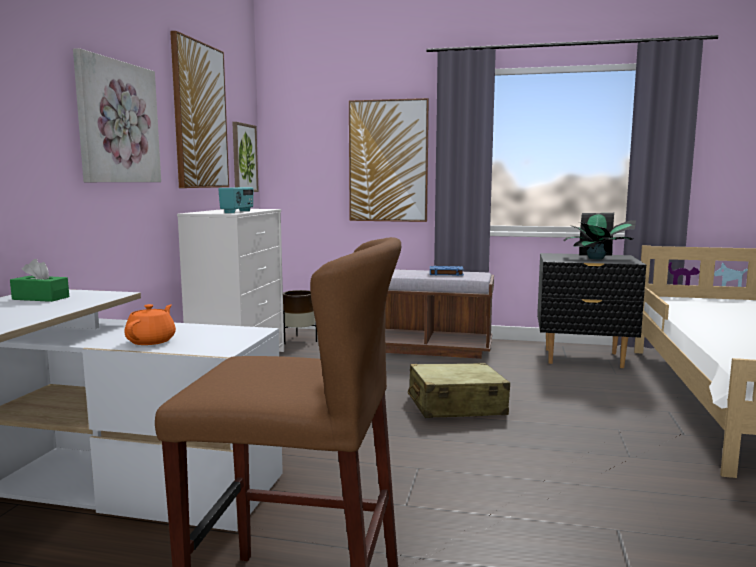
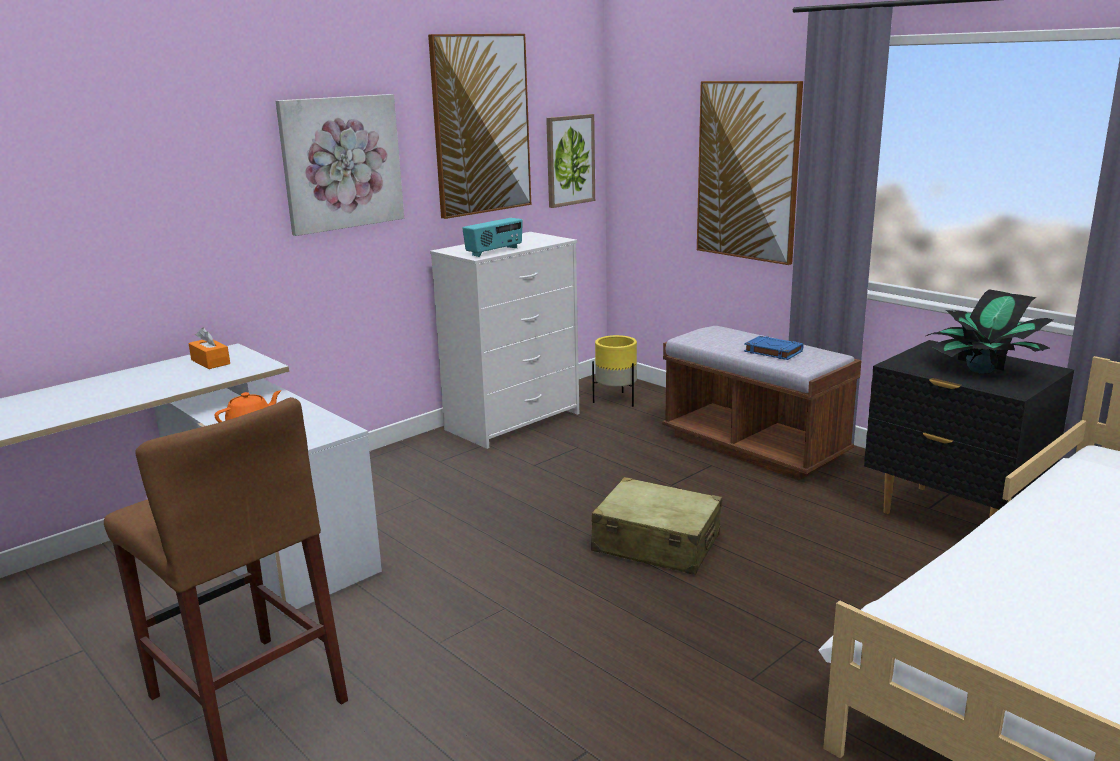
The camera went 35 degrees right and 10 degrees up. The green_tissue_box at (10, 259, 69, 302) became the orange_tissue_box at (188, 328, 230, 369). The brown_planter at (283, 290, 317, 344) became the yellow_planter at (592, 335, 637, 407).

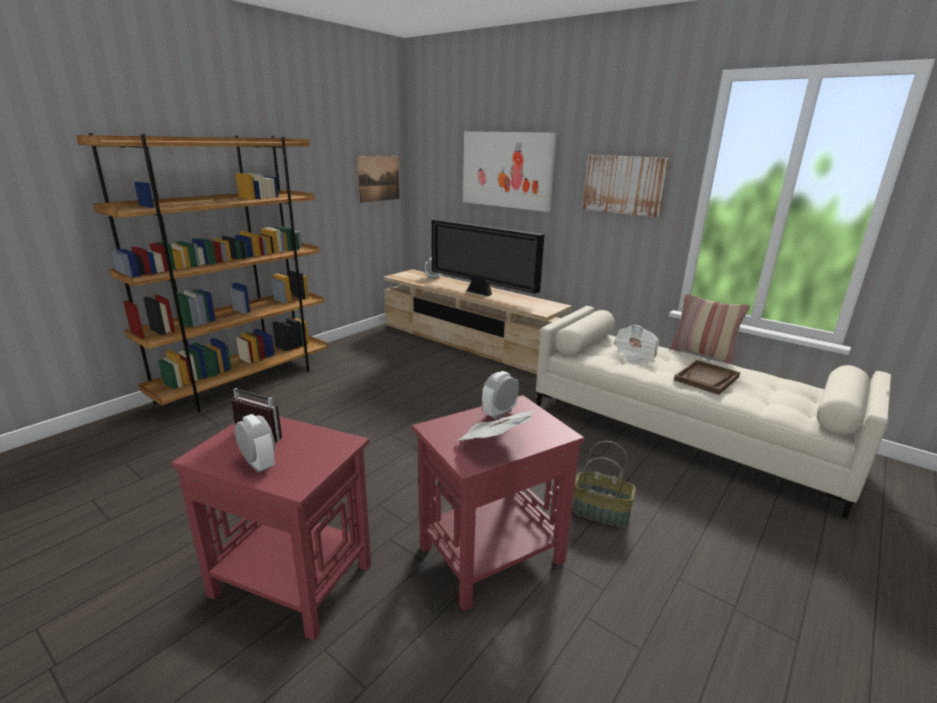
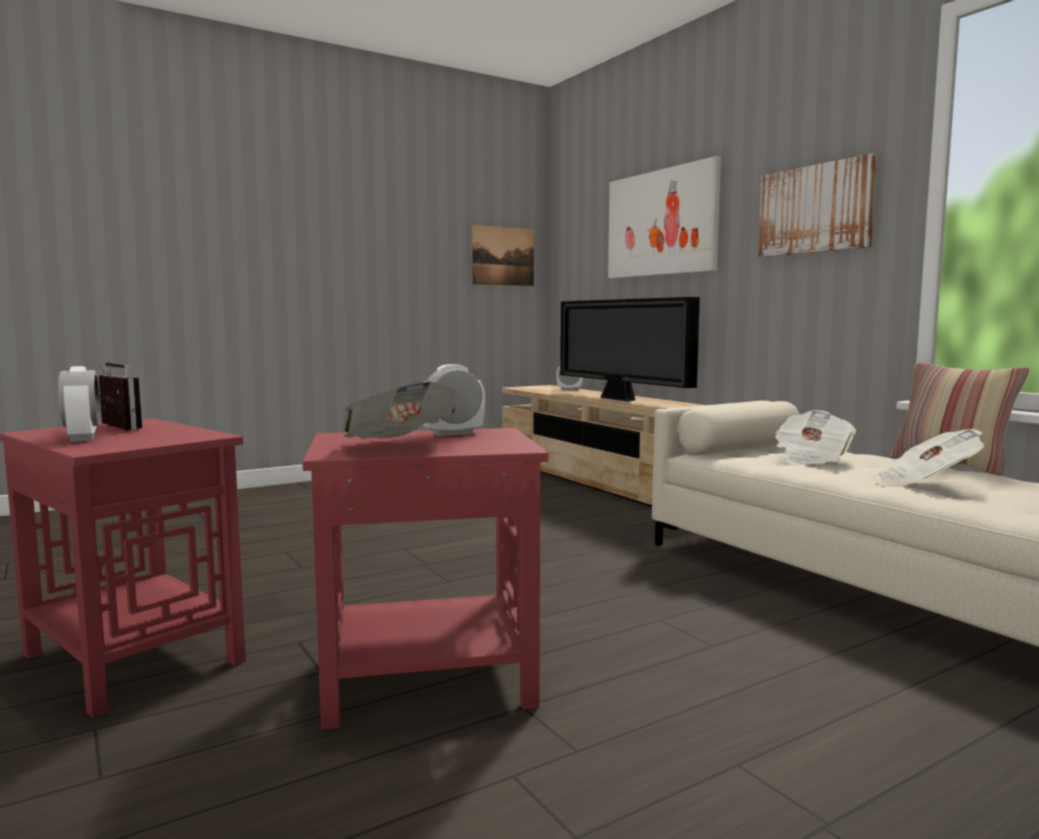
The camera went 20 degrees right and 15 degrees down. The brown_bookcase at (76, 133, 328, 412) disappeared. The brown_tray at (674, 360, 740, 395) was replaced by the newspaper at (874, 429, 984, 484). The basket at (572, 441, 636, 528) disappeared.

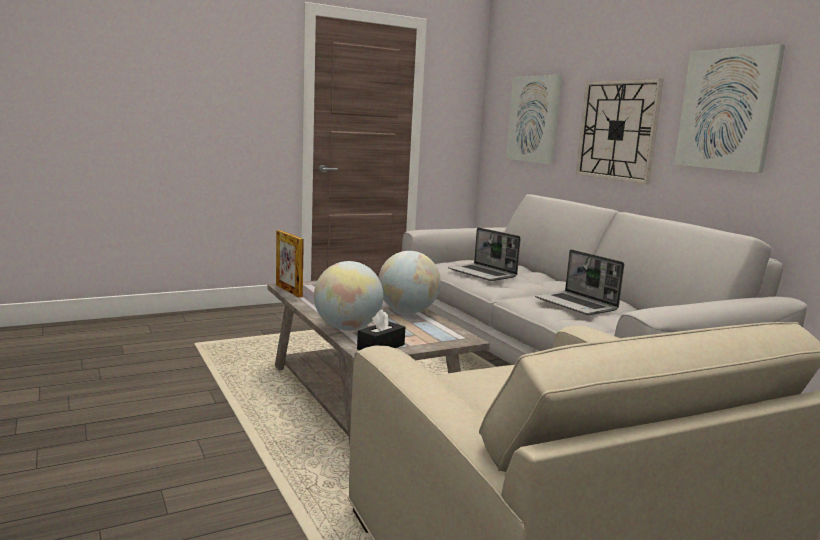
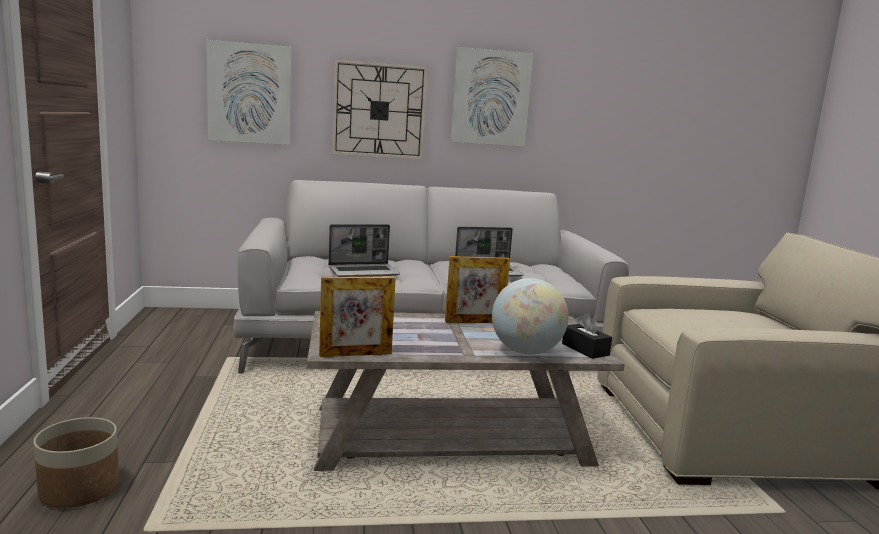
The camera went 70 degrees left and 0 degrees up. The globe at (378, 251, 441, 314) was replaced by the picture_frame at (445, 256, 510, 323). The planter at (33, 417, 119, 508) appeared.

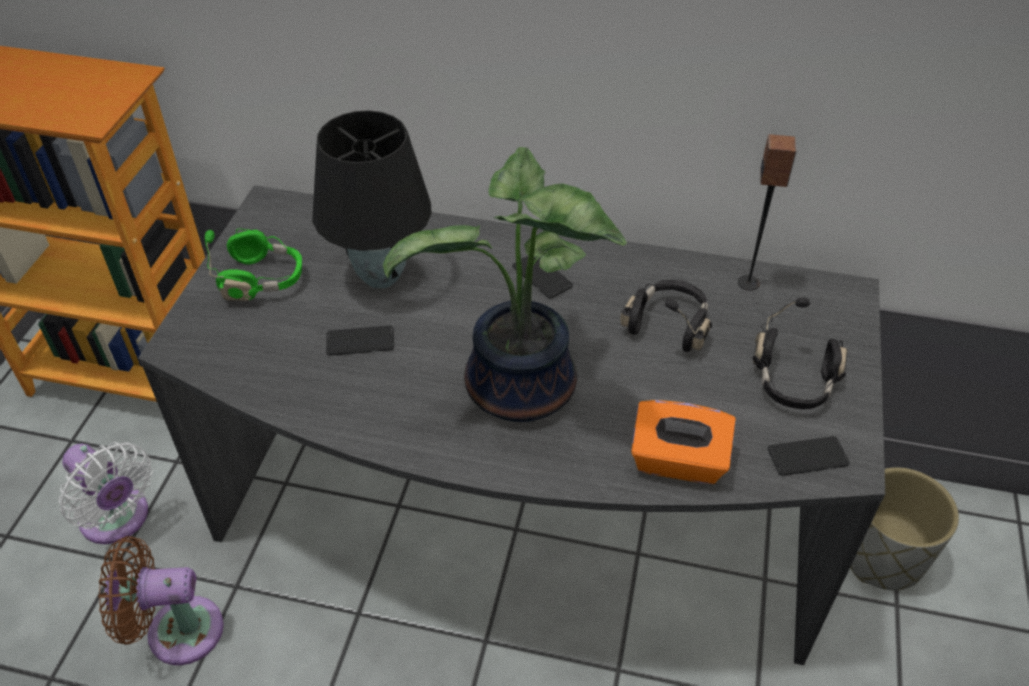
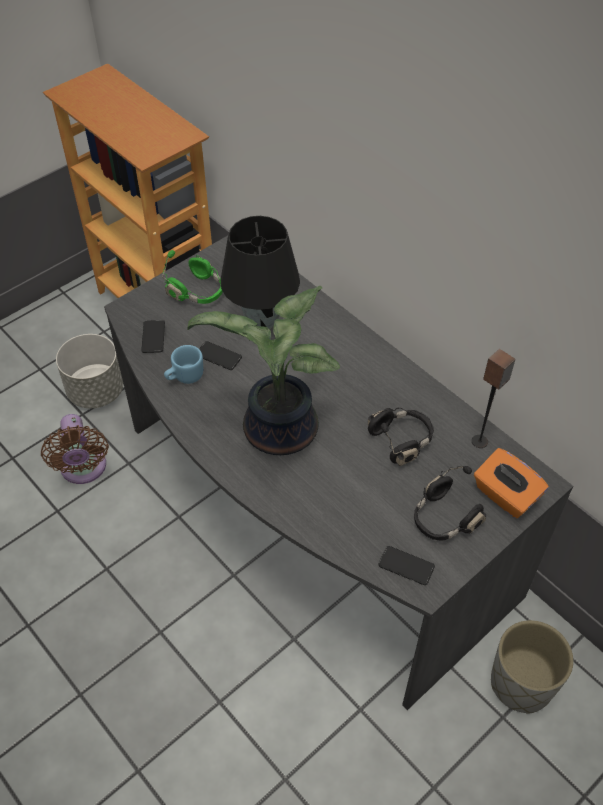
The camera went 35 degrees right and 5 degrees up. The phone moved from (512, 255, 573, 298) to (141, 320, 165, 353). The orange_tissue_box moved from (631, 400, 736, 484) to (474, 448, 549, 518). The white_fan at (59, 442, 153, 544) was replaced by the grey_planter at (56, 334, 124, 408). The brown_fan at (98, 536, 224, 665) turned 135 degrees counterclockwise. The blue_mug at (164, 345, 203, 384) appeared.

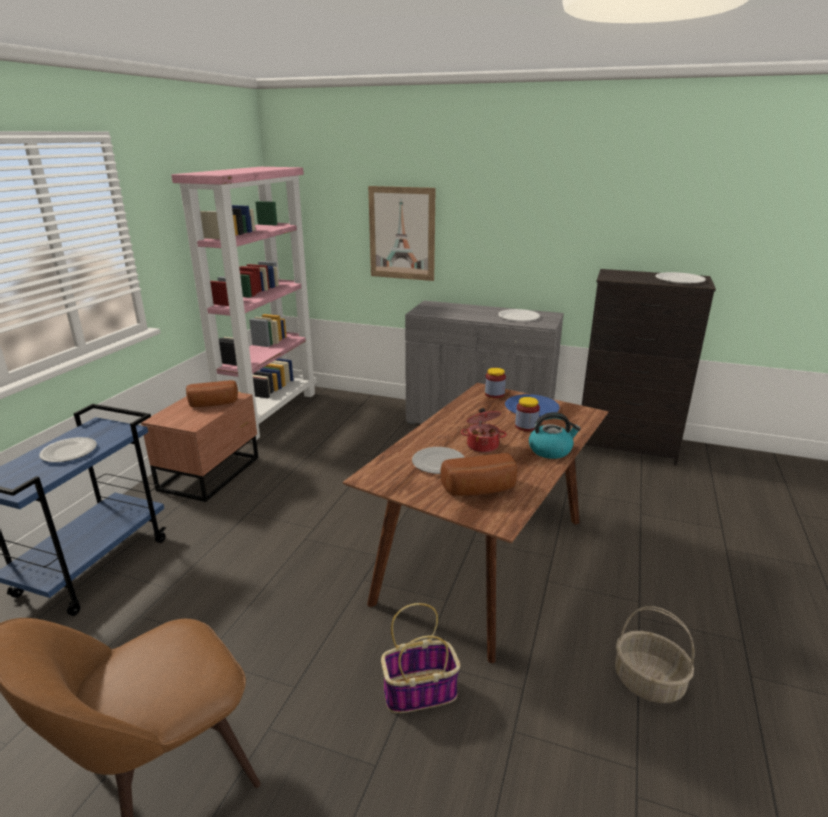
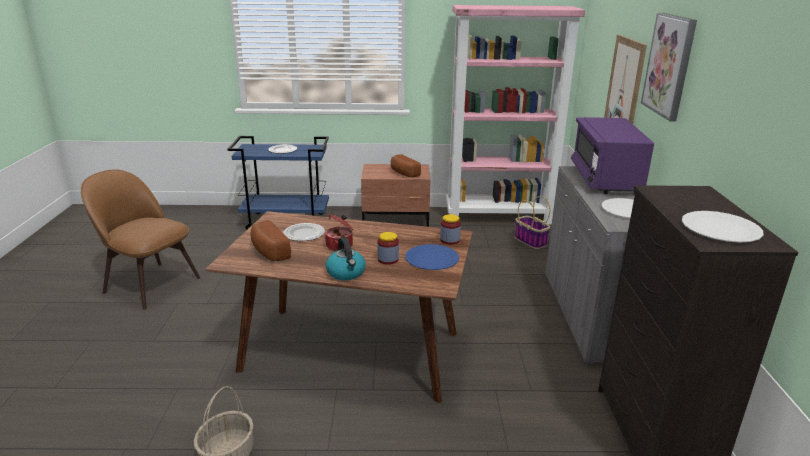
The camera went 70 degrees right and 0 degrees up. The basket moved from (381, 603, 461, 713) to (515, 196, 551, 249). The picture at (641, 13, 697, 121) appeared. The purple_microwave at (571, 117, 654, 195) appeared.

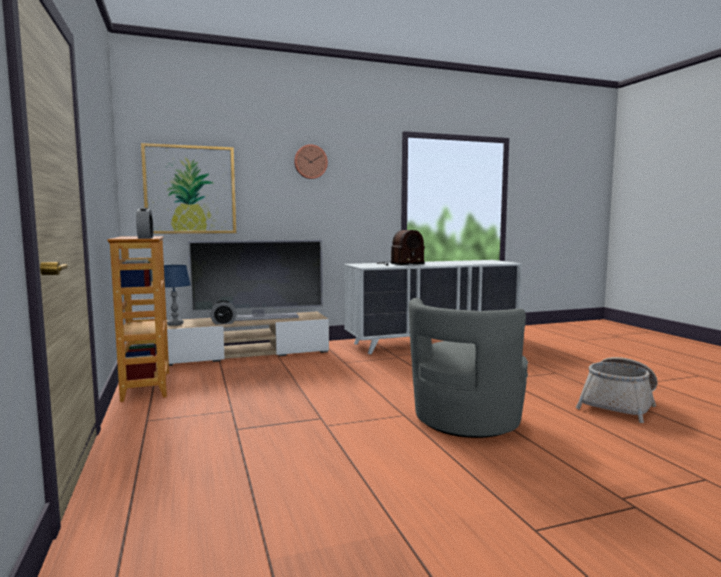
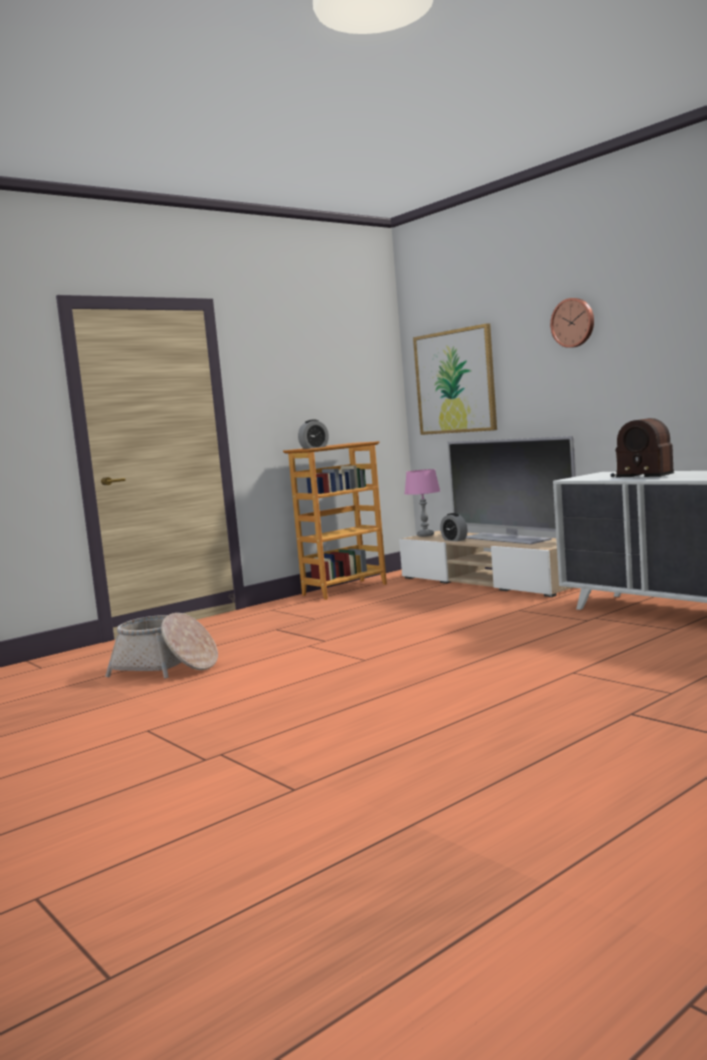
The camera went 70 degrees right and 0 degrees up. The blue_table_lamp at (164, 265, 191, 326) became the pink_table_lamp at (405, 469, 440, 537). The grey_armchair at (409, 298, 528, 438) disappeared. The basket moved from (576, 357, 658, 423) to (105, 613, 218, 679).

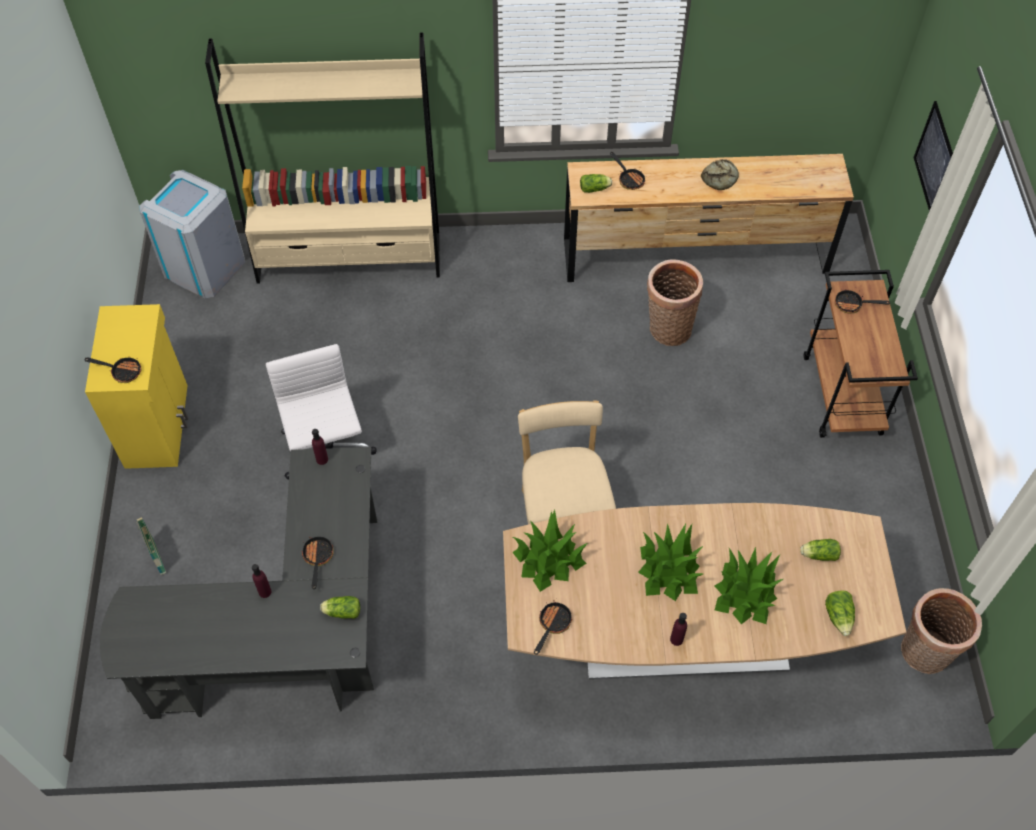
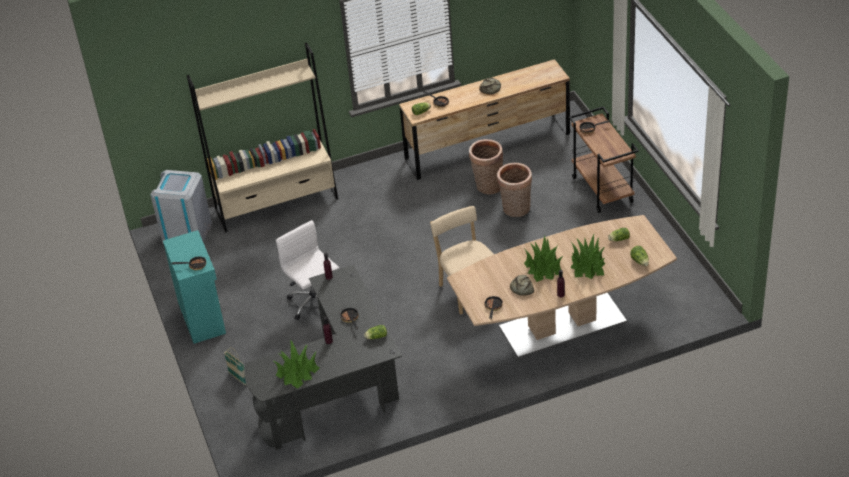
The camera went 15 degrees left and 15 degrees down. The picture at (913, 101, 953, 211) disappeared. The yellow_cabinet at (85, 304, 188, 469) became the turquoise_cabinet at (163, 230, 226, 344). The potted_plant moved from (512, 509, 588, 592) to (274, 341, 320, 389). The basket moved from (901, 588, 982, 674) to (497, 163, 532, 217). The bread at (510, 275, 534, 296) appeared.

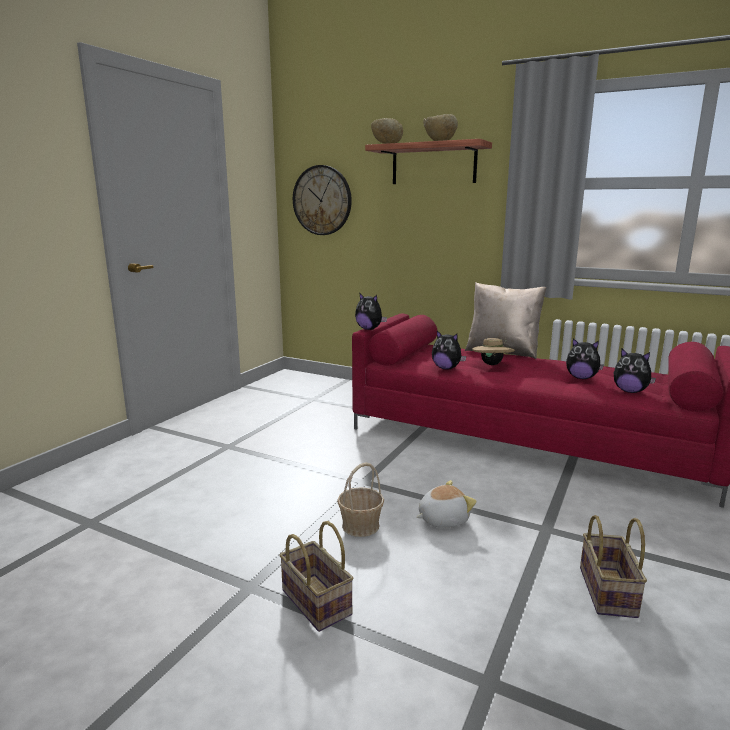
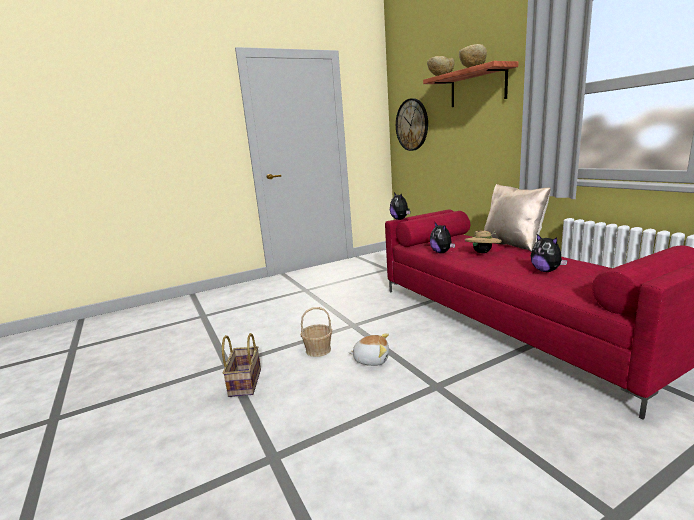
The camera went 35 degrees right and 0 degrees up. The plush_toy at (614, 349, 656, 393) disappeared. The basket at (580, 515, 647, 618) disappeared.

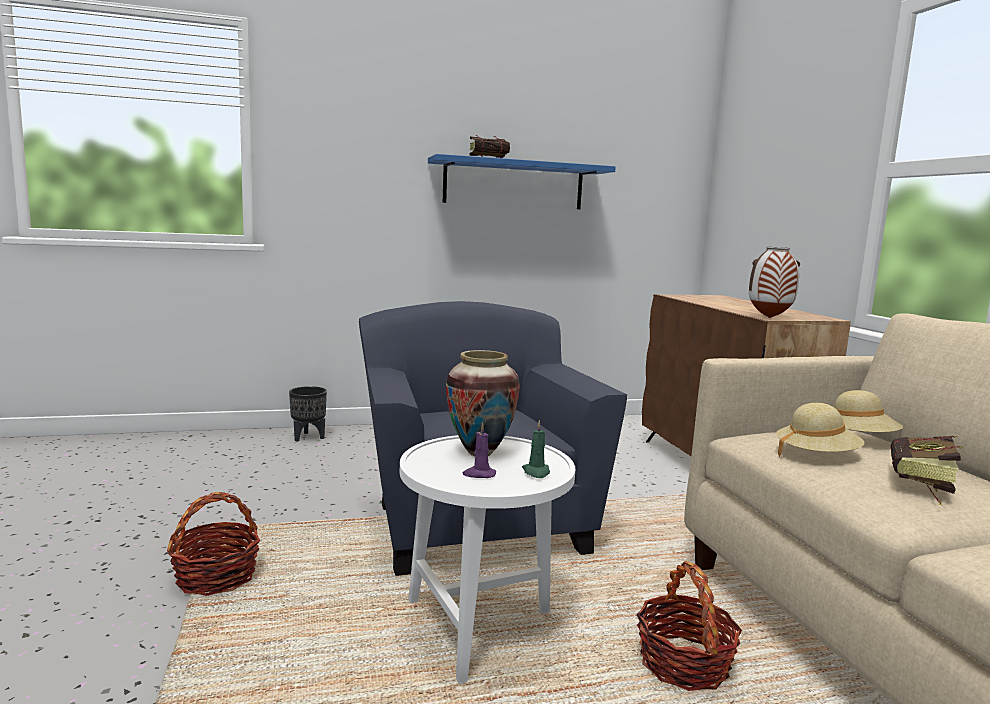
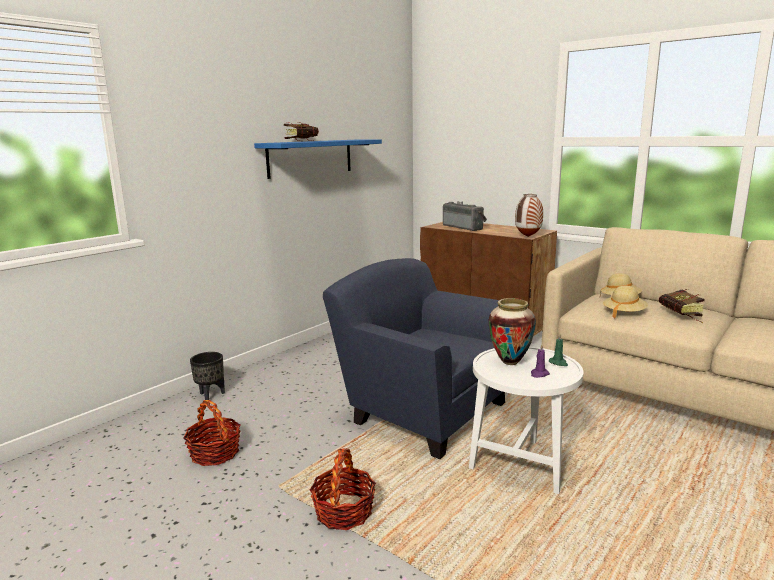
The camera went 35 degrees left and 5 degrees up. The basket moved from (637, 561, 742, 691) to (183, 400, 241, 466). The radio at (443, 201, 487, 231) appeared.

